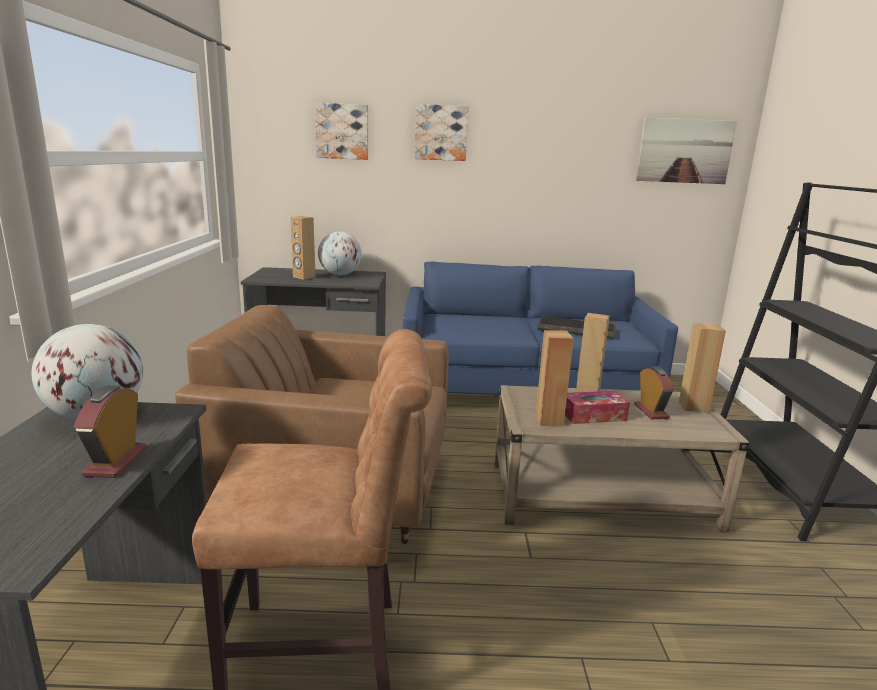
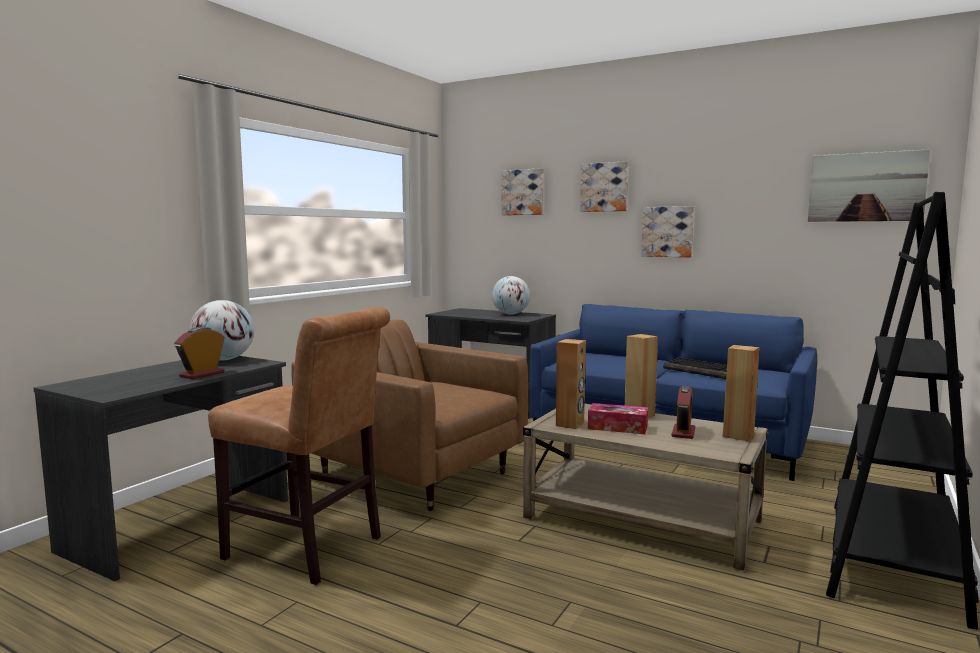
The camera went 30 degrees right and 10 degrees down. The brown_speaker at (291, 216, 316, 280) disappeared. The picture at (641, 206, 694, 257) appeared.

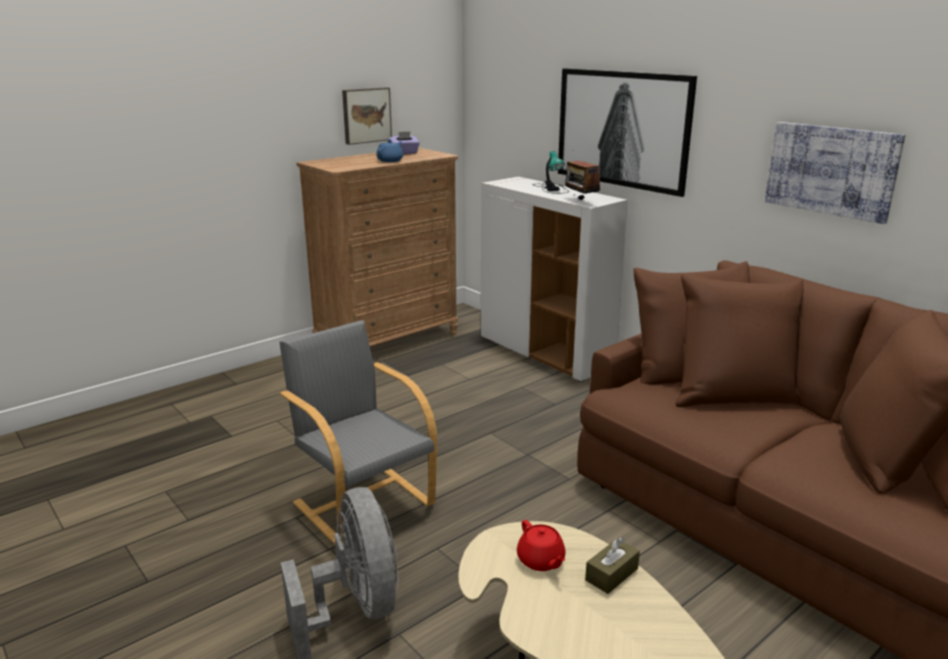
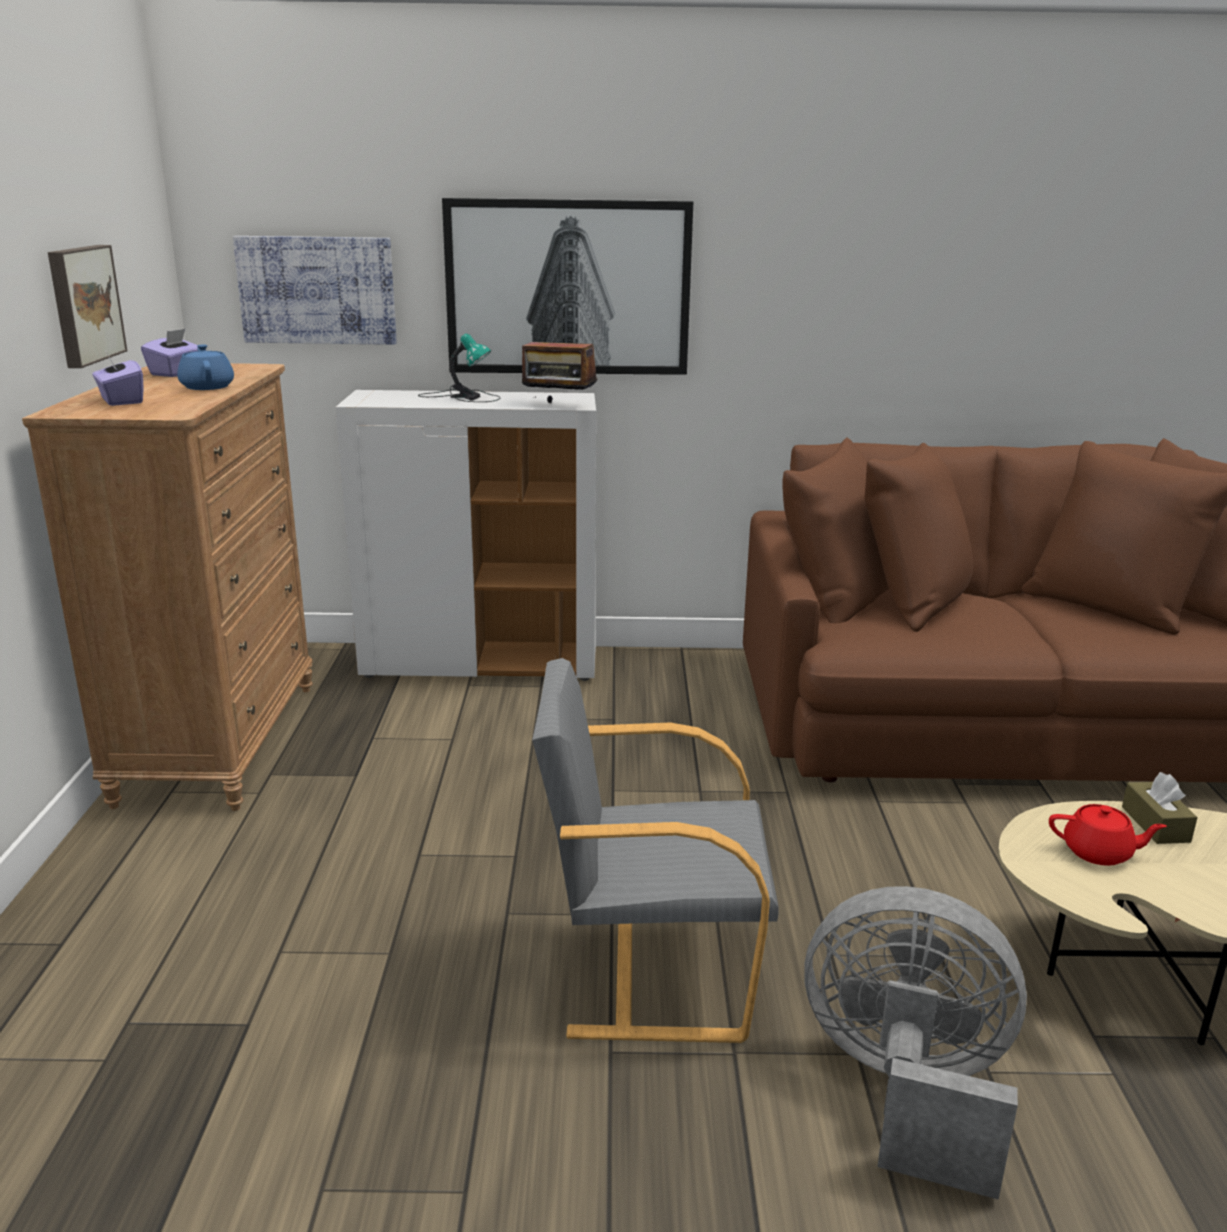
The camera went 50 degrees left and 0 degrees up. The picture moved from (765, 122, 905, 224) to (233, 236, 397, 345). The purple_tissue_box at (92, 350, 144, 406) appeared.

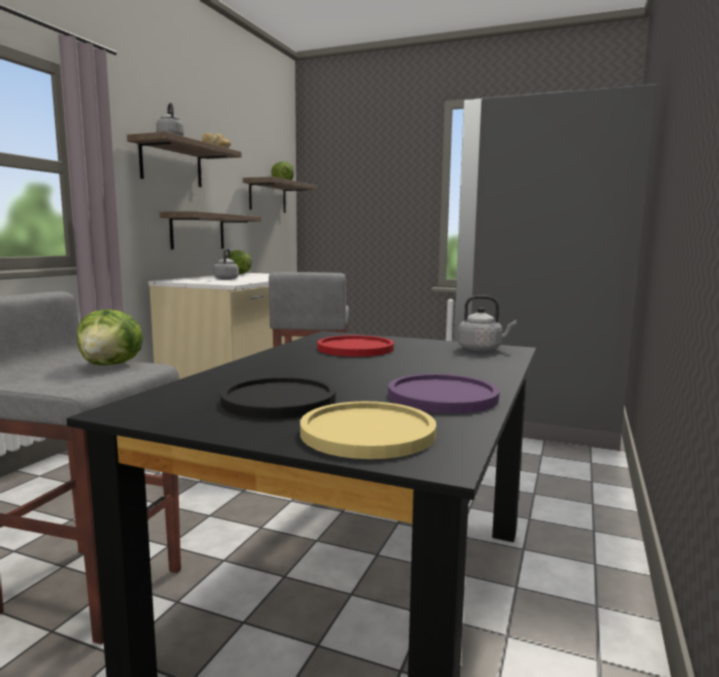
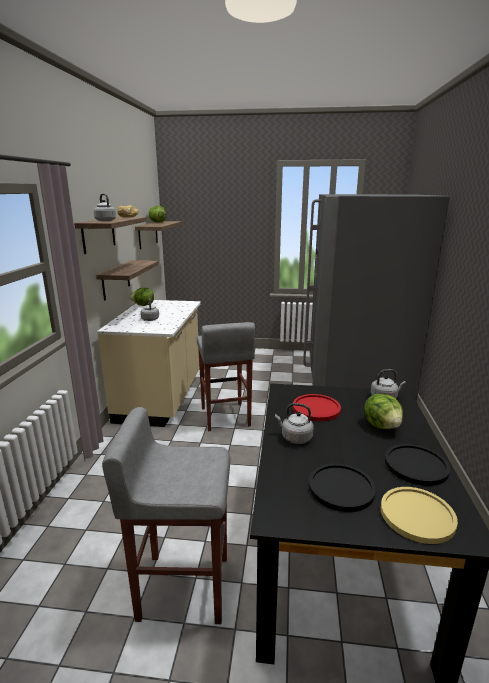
The camera went 15 degrees left and 10 degrees up. The lettuce moved from (77, 309, 143, 366) to (364, 394, 403, 429). The purple_plate at (388, 374, 500, 413) became the black_plate at (385, 444, 450, 486). The grey_kettle at (275, 403, 314, 444) appeared.

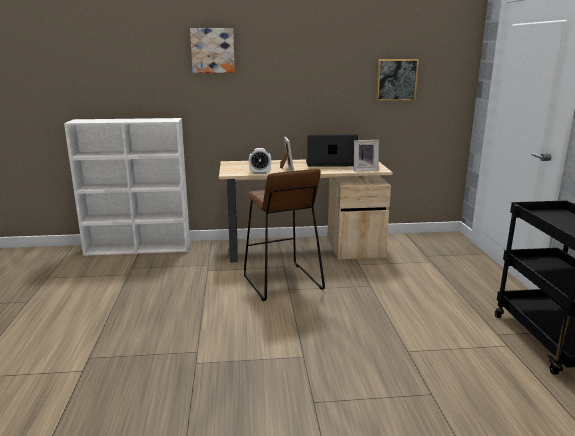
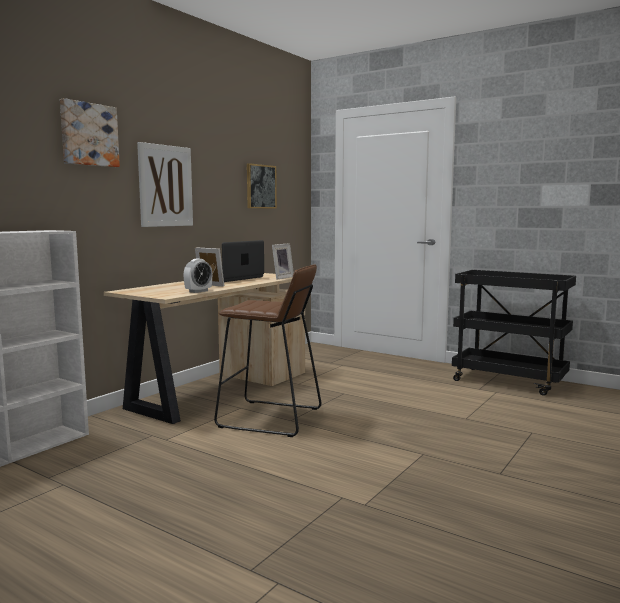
The camera went 50 degrees left and 10 degrees down. The picture at (137, 142, 193, 227) appeared.

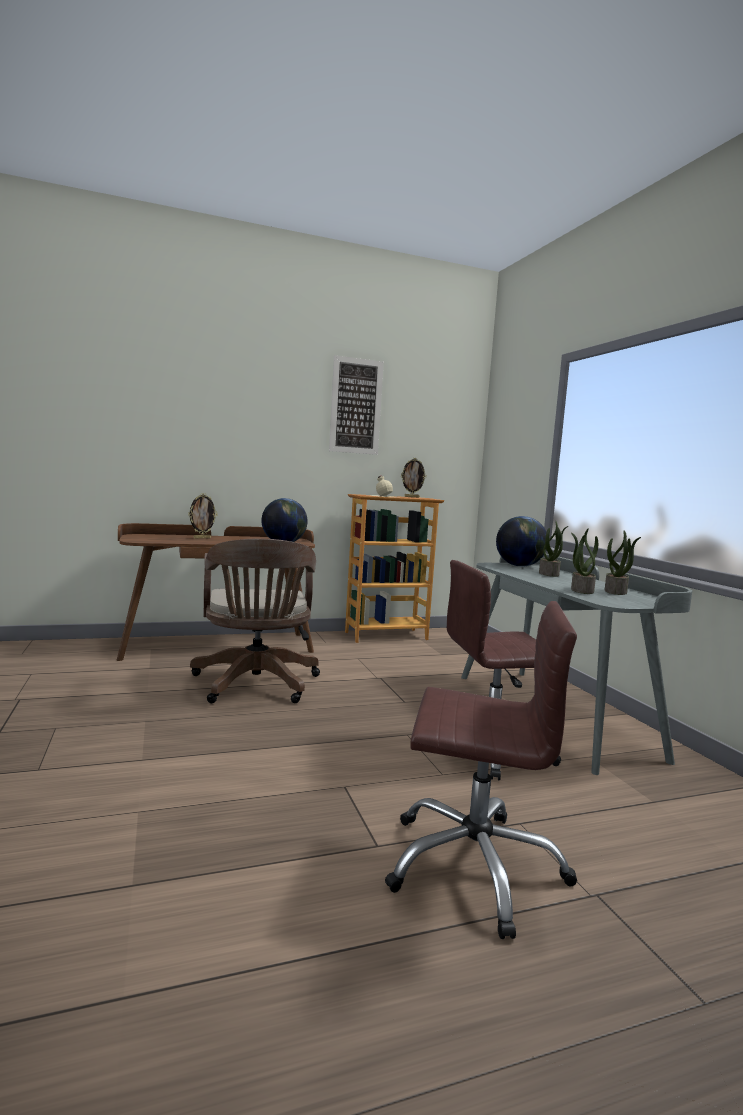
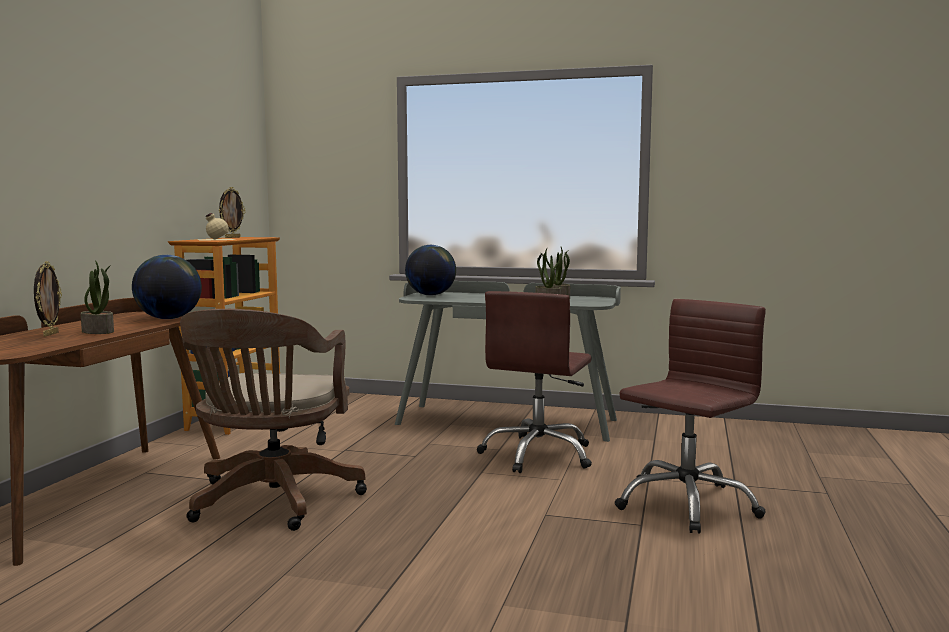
The camera went 55 degrees left and 0 degrees up. The picture at (329, 355, 384, 455) disappeared. The potted_plant moved from (539, 521, 568, 577) to (81, 260, 114, 334). The brown_office_chair at (190, 538, 320, 703) turned 75 degrees clockwise.

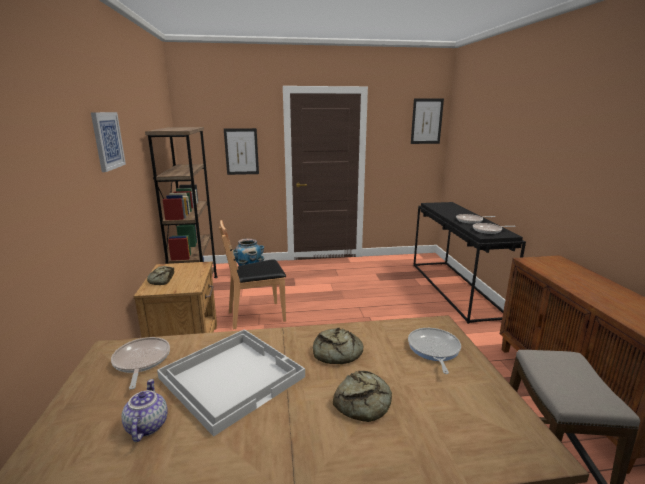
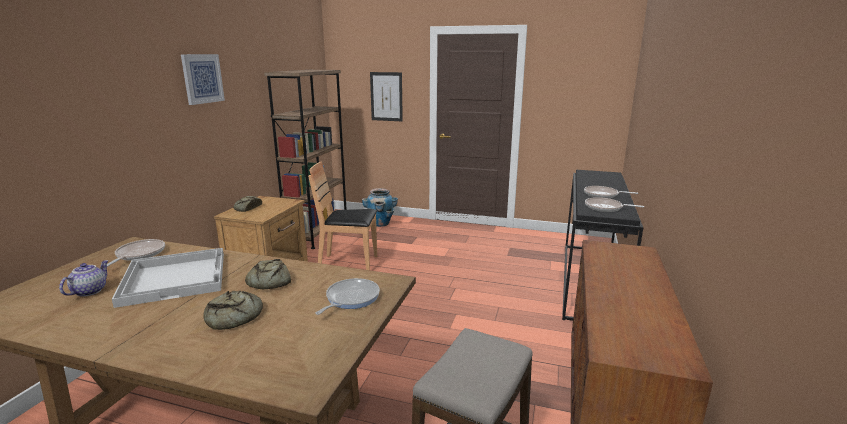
The camera went 25 degrees right and 0 degrees up. The picture at (411, 98, 444, 144) disappeared.

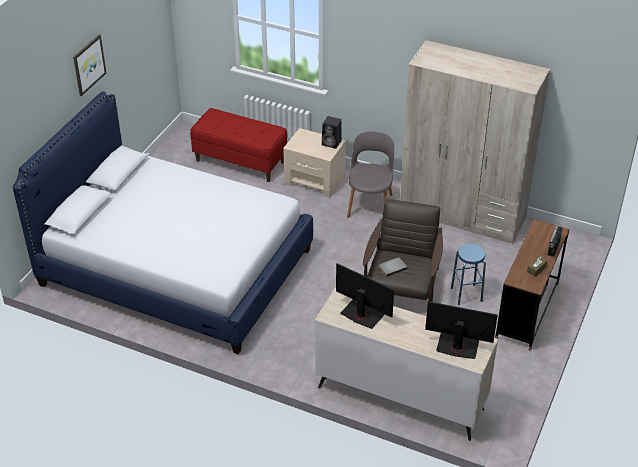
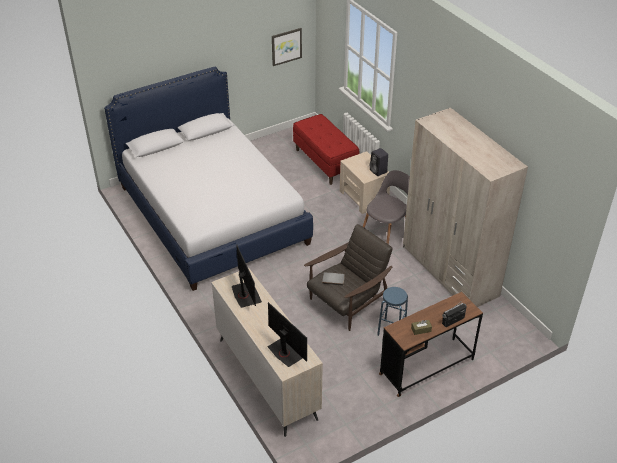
The camera went 35 degrees right and 0 degrees up. The picture moved from (73, 35, 106, 96) to (272, 28, 302, 66).

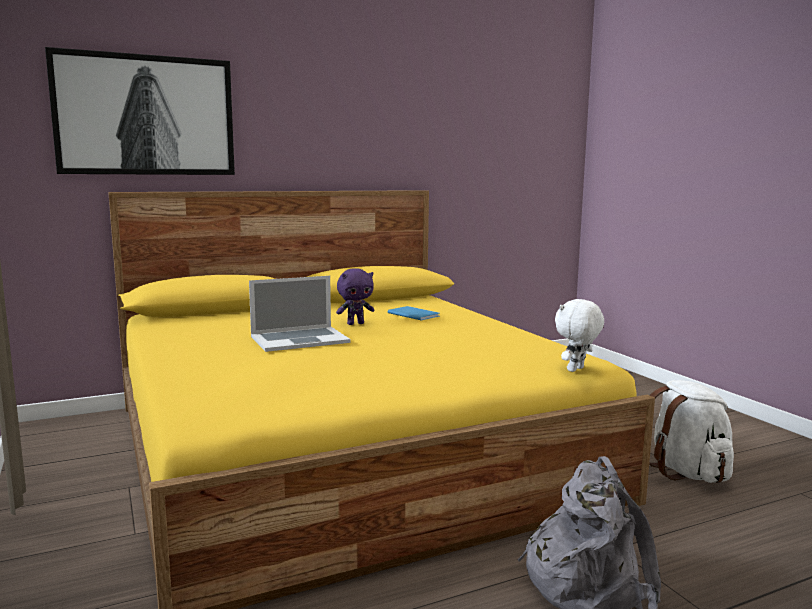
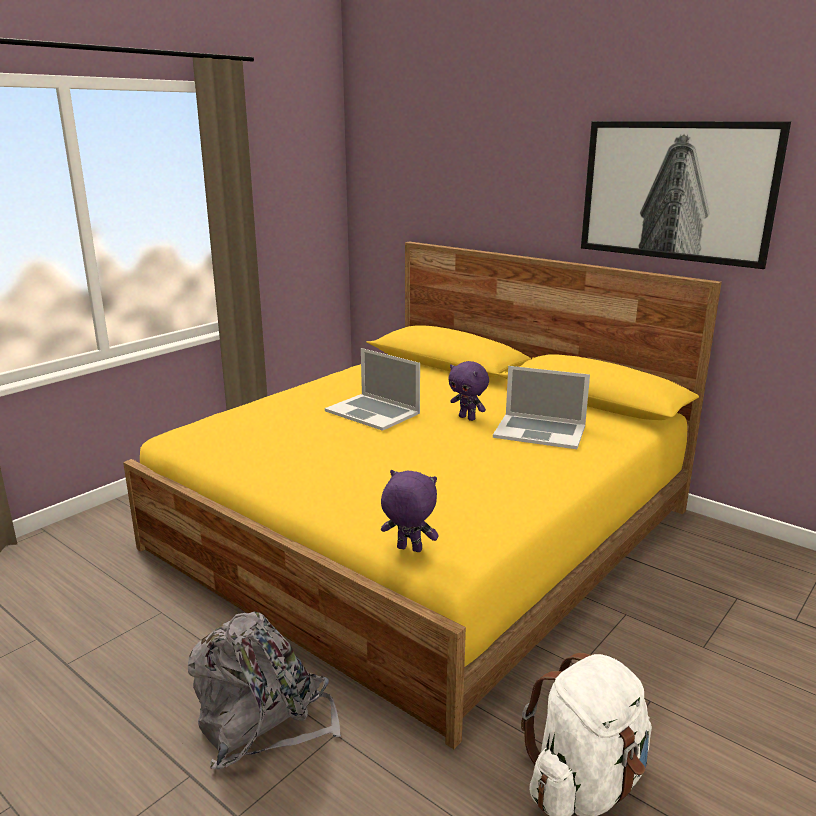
The camera went 65 degrees right and 10 degrees up. The picture moved from (45, 47, 235, 175) to (581, 121, 791, 269). The white_plush_toy at (555, 299, 604, 372) became the purple_plush_toy at (381, 470, 439, 552). The blue_book at (388, 306, 440, 321) was replaced by the laptop at (493, 366, 590, 449).

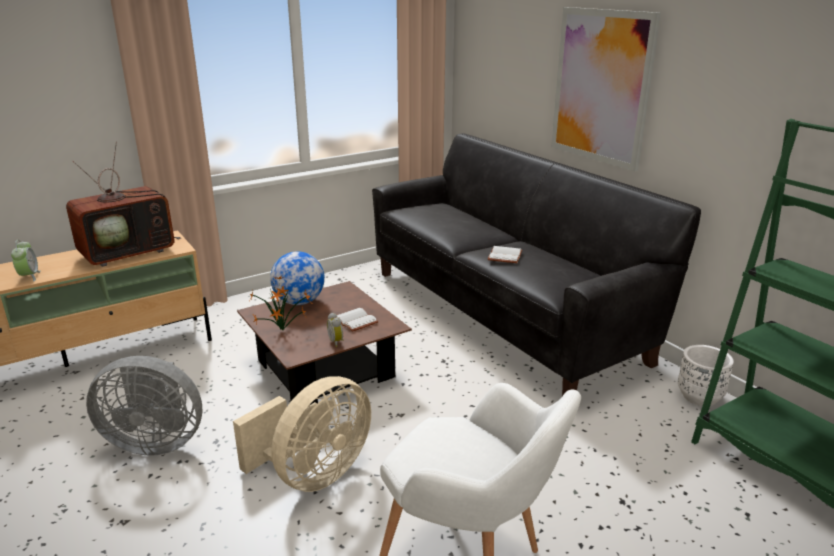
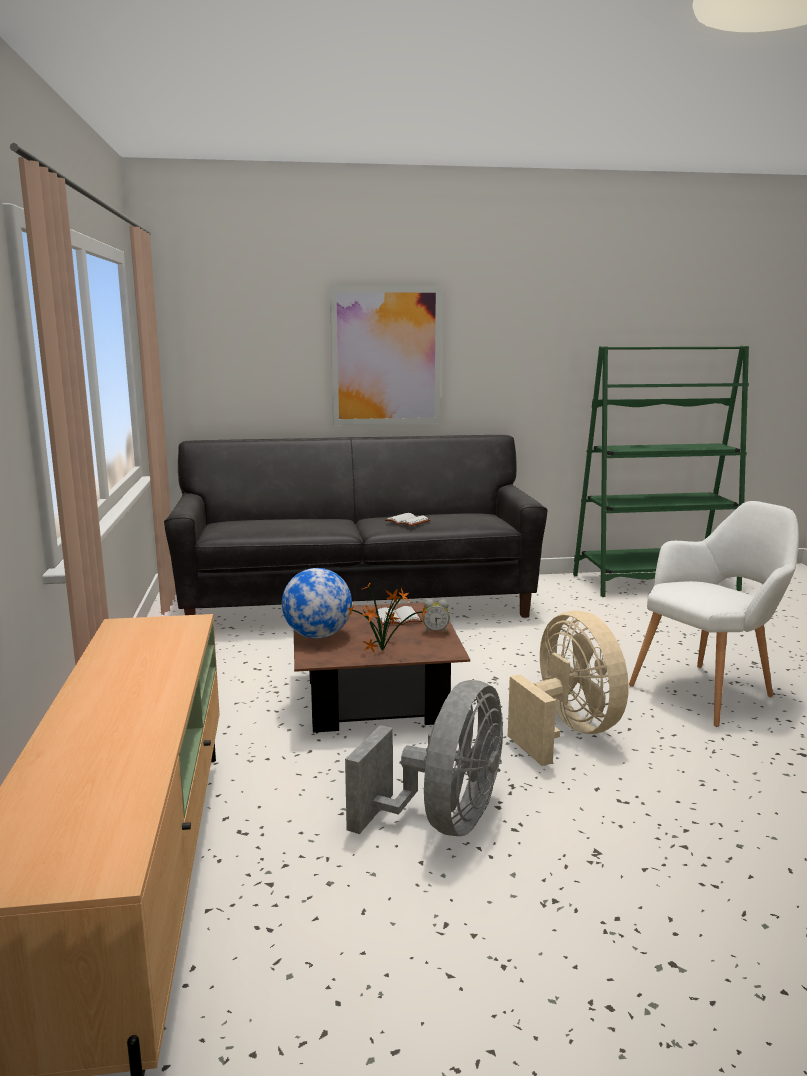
The camera went 65 degrees left and 10 degrees down. The television at (66, 142, 181, 267) disappeared. The alarm_clock at (11, 240, 41, 282) disappeared. The white_planter at (678, 345, 734, 406) disappeared.

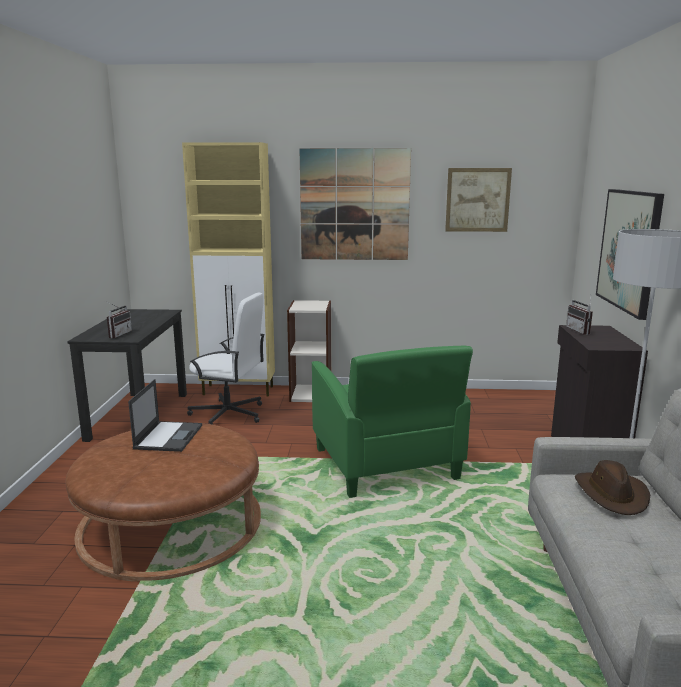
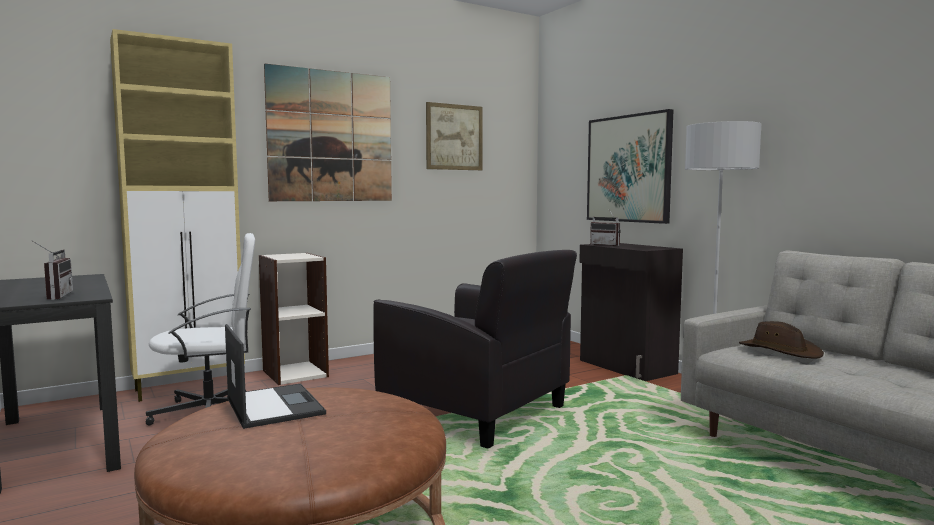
The camera went 35 degrees left and 10 degrees down. The green_armchair at (312, 346, 473, 498) became the black_armchair at (373, 250, 577, 449).

